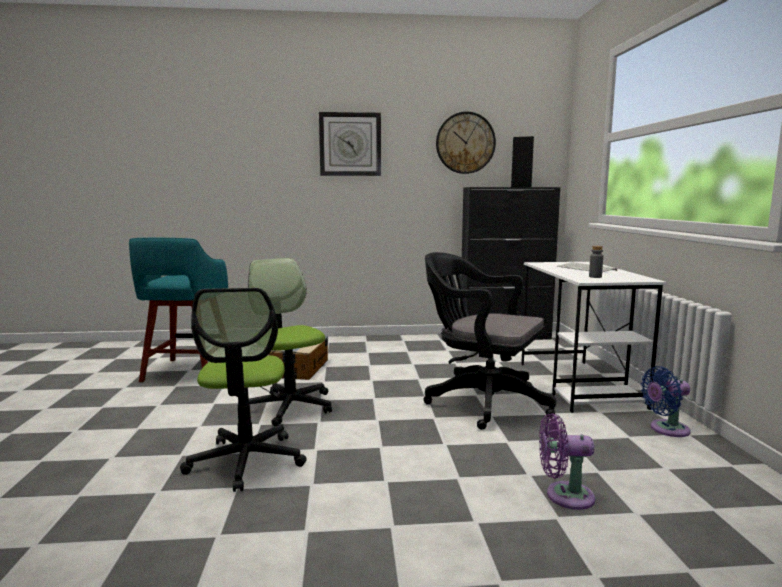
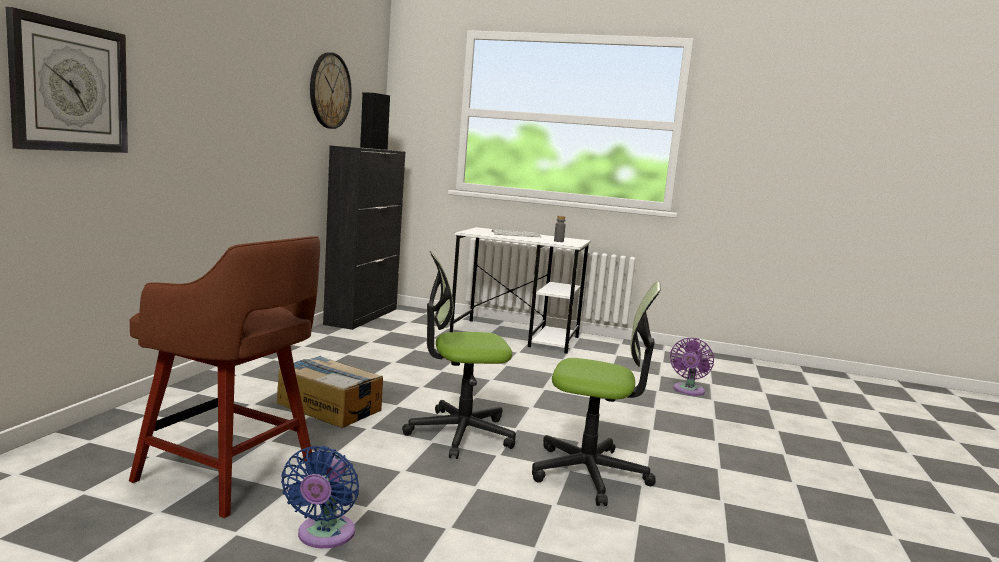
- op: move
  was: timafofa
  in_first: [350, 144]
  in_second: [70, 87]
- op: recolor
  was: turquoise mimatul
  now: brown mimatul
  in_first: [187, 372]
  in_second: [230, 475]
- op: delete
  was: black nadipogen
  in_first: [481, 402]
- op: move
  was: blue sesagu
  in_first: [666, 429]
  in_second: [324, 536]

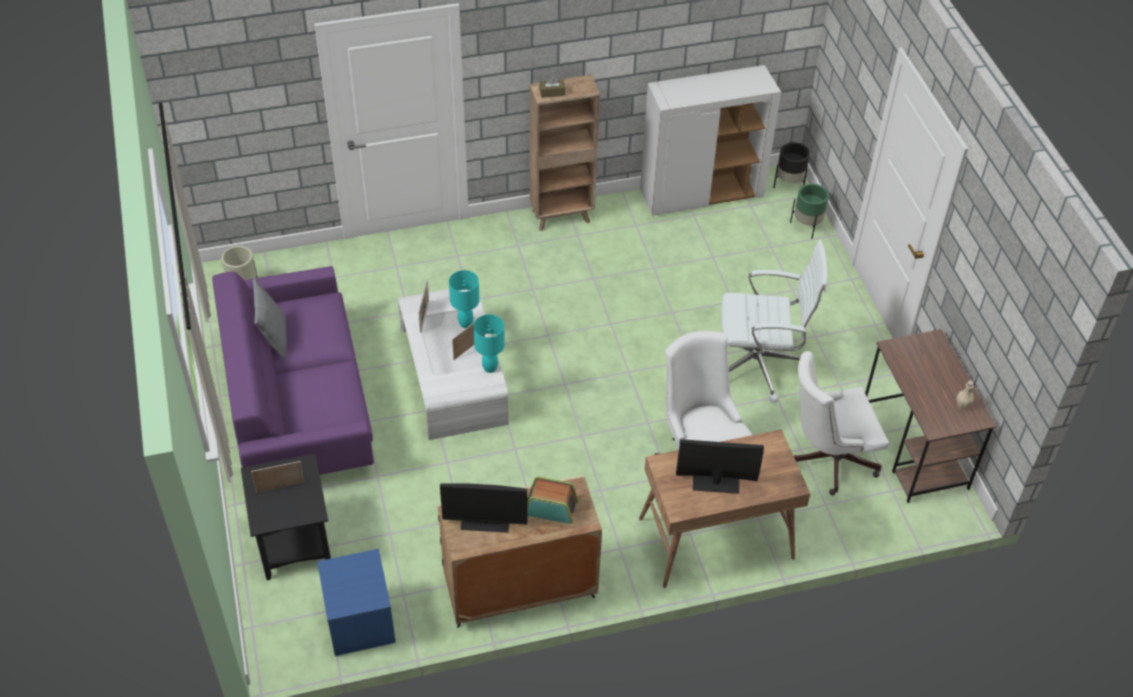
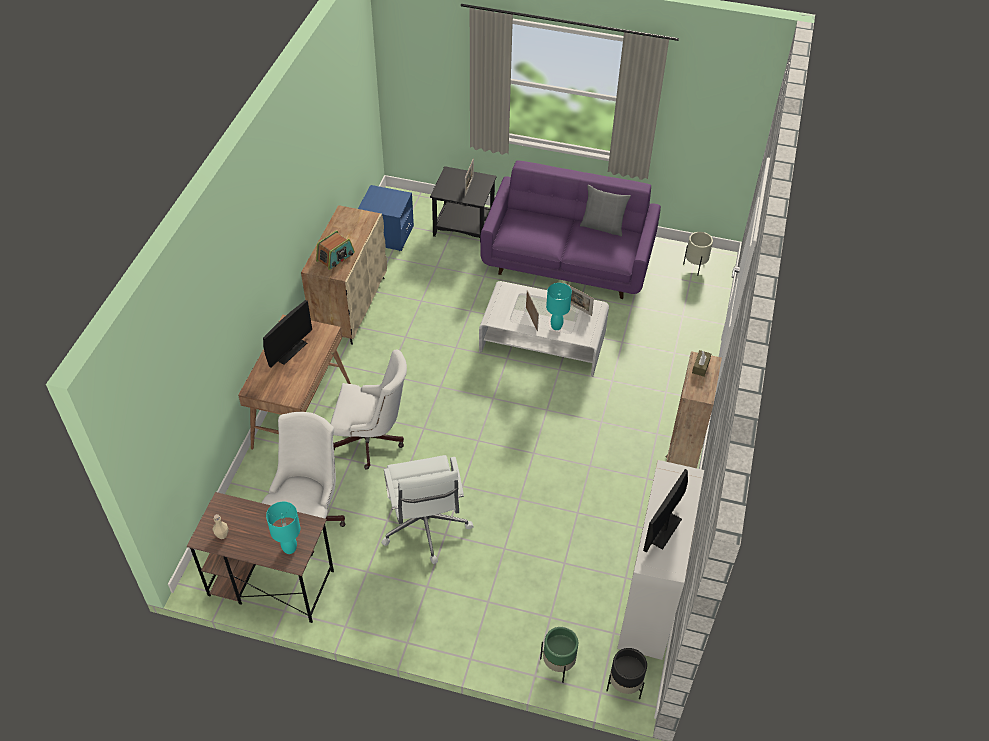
- op: rotate
  was: white nadipogen
  in_first: [759, 365]
  in_second: [425, 527]
  clockwise: -45
- op: move
  was: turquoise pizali
  in_first: [490, 368]
  in_second: [289, 548]
- op: move
  was: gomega
  in_first: [485, 522]
  in_second: [663, 529]

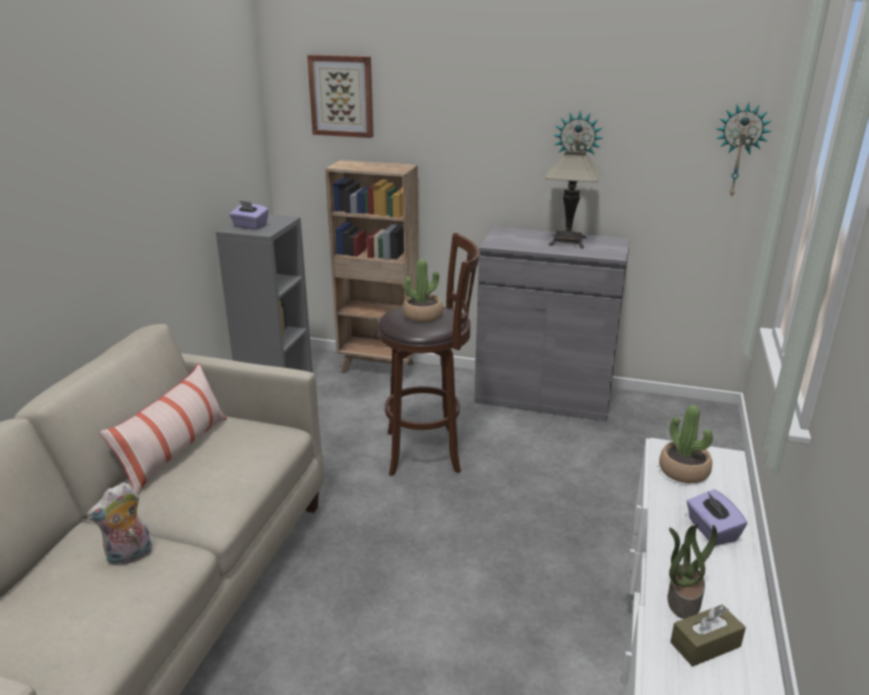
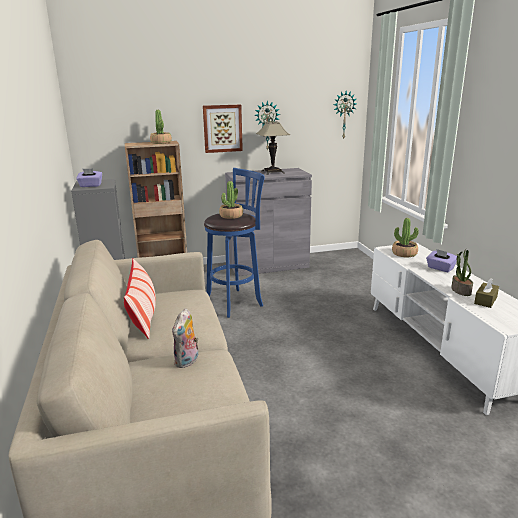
- op: move
  was: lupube
  in_first: [342, 96]
  in_second: [222, 128]
- op: recolor
  was: brown mimatul
  now: blue mimatul
  in_first: [428, 451]
  in_second: [236, 302]
- op: insert
  now: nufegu
  in_second: [161, 142]

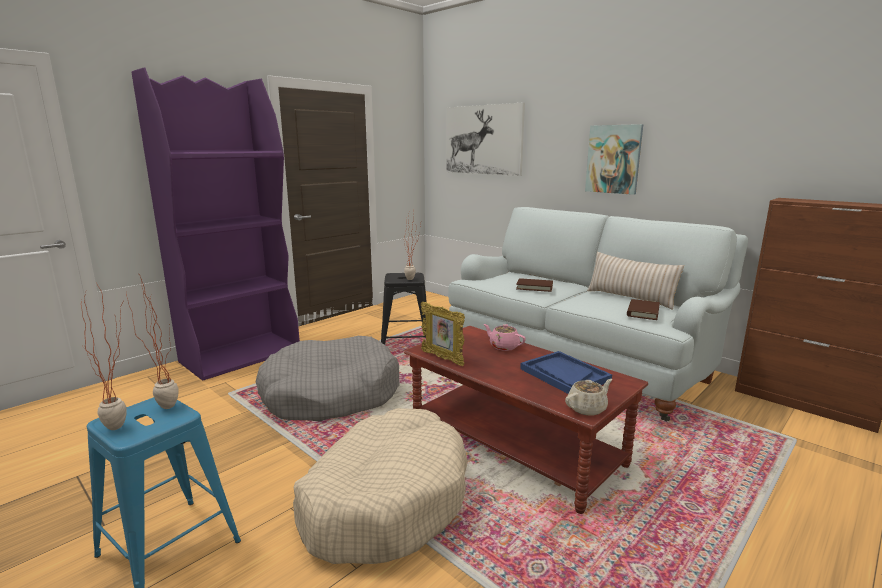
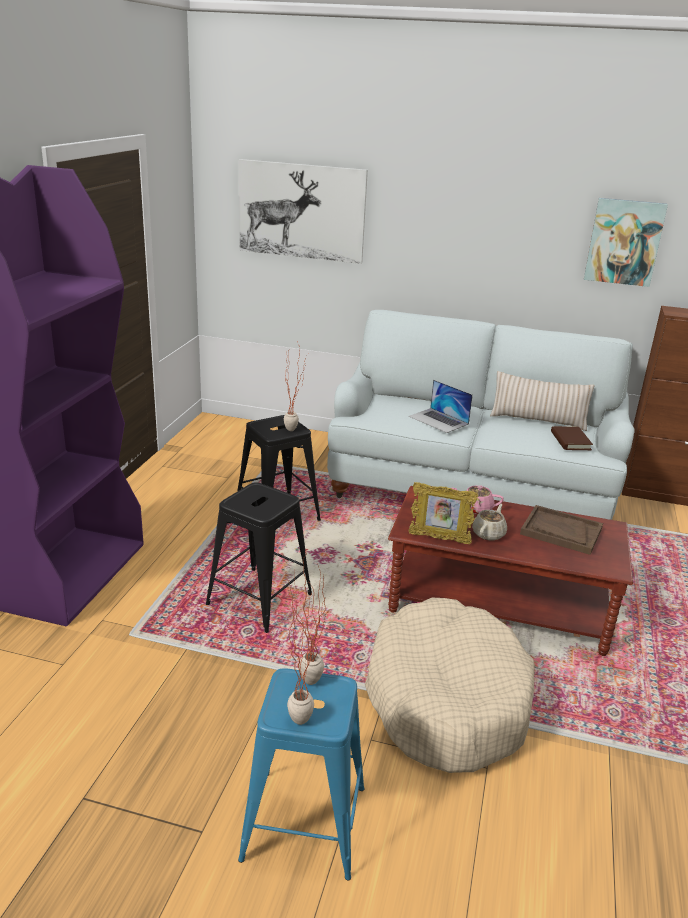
- op: move
  was: lupube
  in_first: [613, 159]
  in_second: [624, 242]
- op: replace
  was: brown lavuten
  now: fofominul
  in_first: [534, 287]
  in_second: [438, 420]
- op: replace
  was: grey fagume
  now: black mimatul
  in_first: [330, 394]
  in_second: [259, 600]
- op: recolor
  was: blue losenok
  now: brown losenok
  in_first: [564, 374]
  in_second: [561, 531]
- op: move
  was: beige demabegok
  in_first: [587, 408]
  in_second: [489, 533]

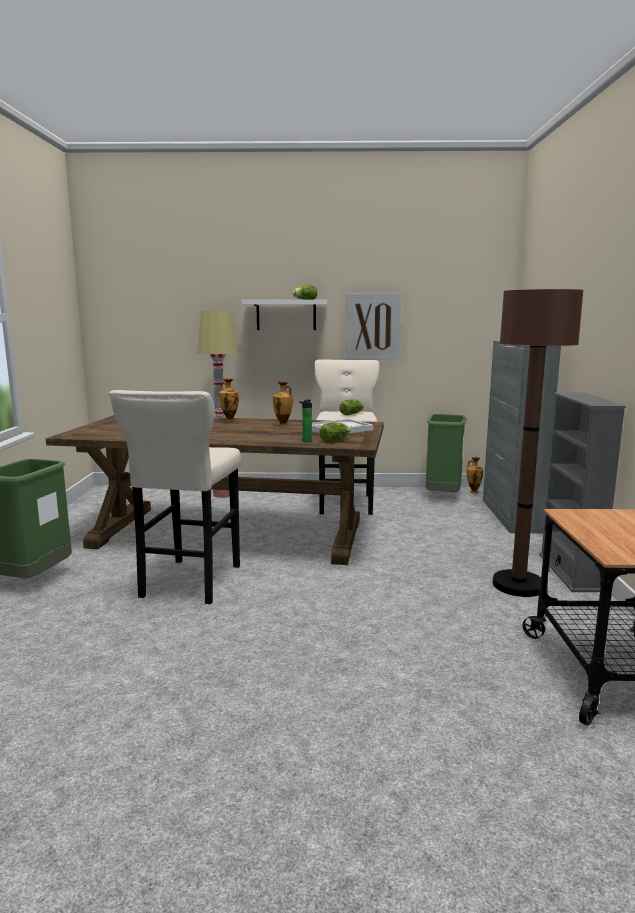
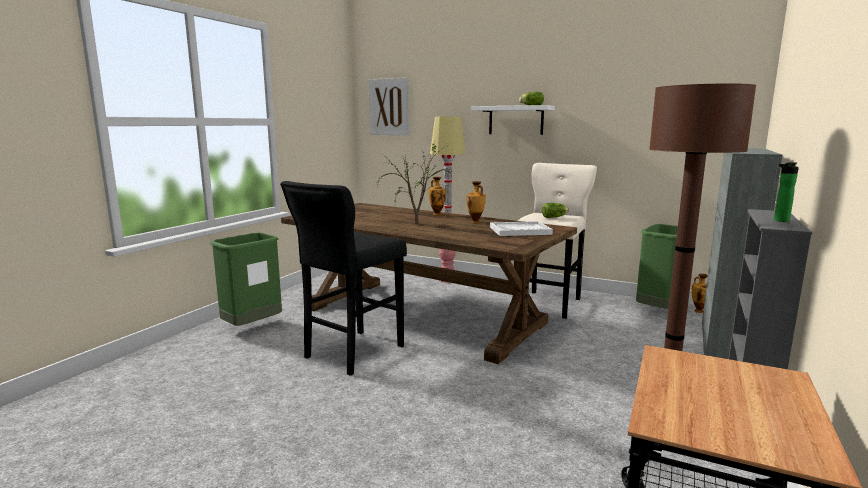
- op: move
  was: lupube
  in_first: [373, 326]
  in_second: [389, 107]
- op: recolor
  was: beige mimatul
  now: black mimatul
  in_first: [189, 583]
  in_second: [351, 353]
- op: move
  was: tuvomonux
  in_first: [306, 441]
  in_second: [780, 221]
- op: delete
  was: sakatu
  in_first: [336, 440]
- op: insert
  now: nufegu
  in_second: [417, 223]

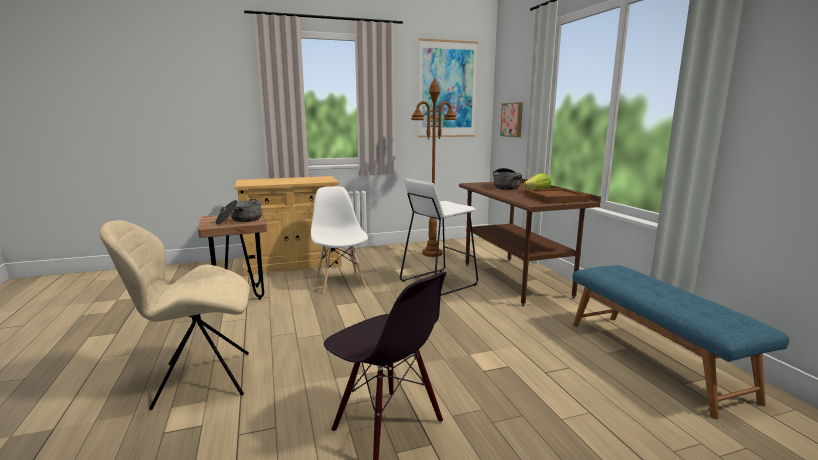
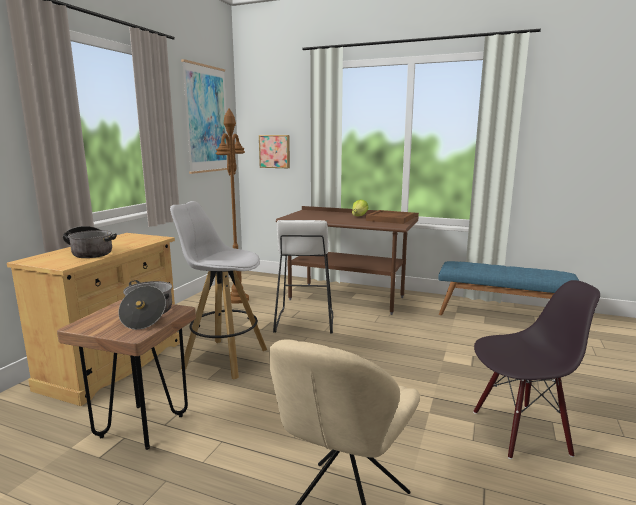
- op: move
  was: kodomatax
  in_first: [506, 187]
  in_second: [90, 252]
- op: replace
  was: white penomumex
  now: white mimatul
  in_first: [340, 283]
  in_second: [224, 358]

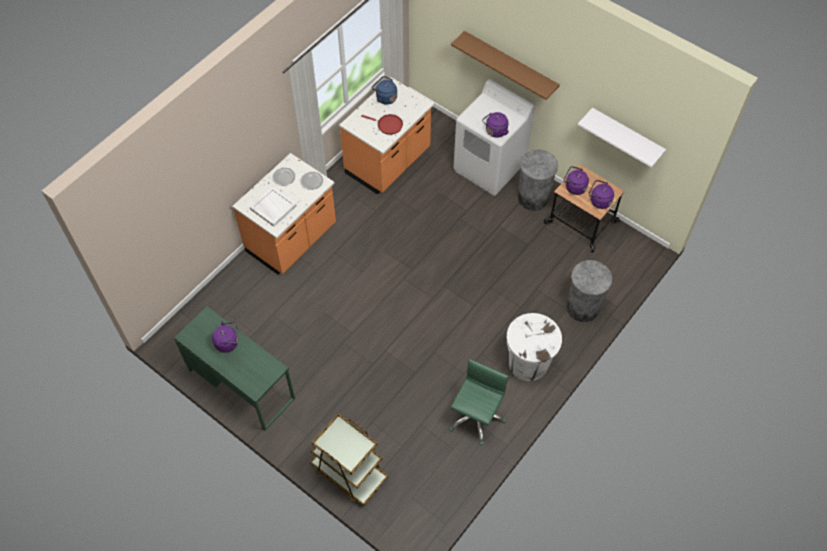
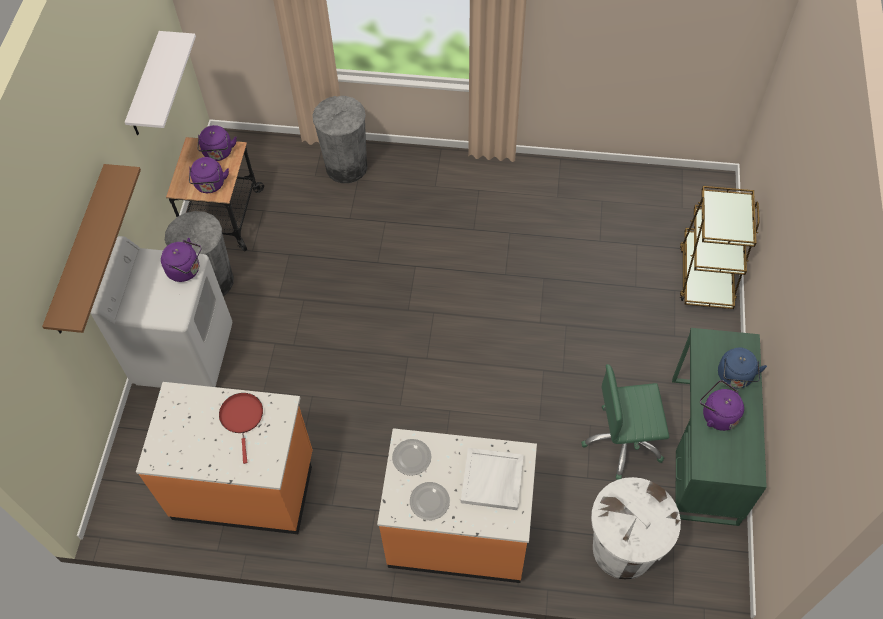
- op: move
  was: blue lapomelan
  in_first: [385, 97]
  in_second: [735, 377]
- op: move
  was: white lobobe
  in_first: [528, 363]
  in_second: [623, 549]
- op: move
  was: green nadipogen
  in_first: [475, 417]
  in_second: [623, 441]

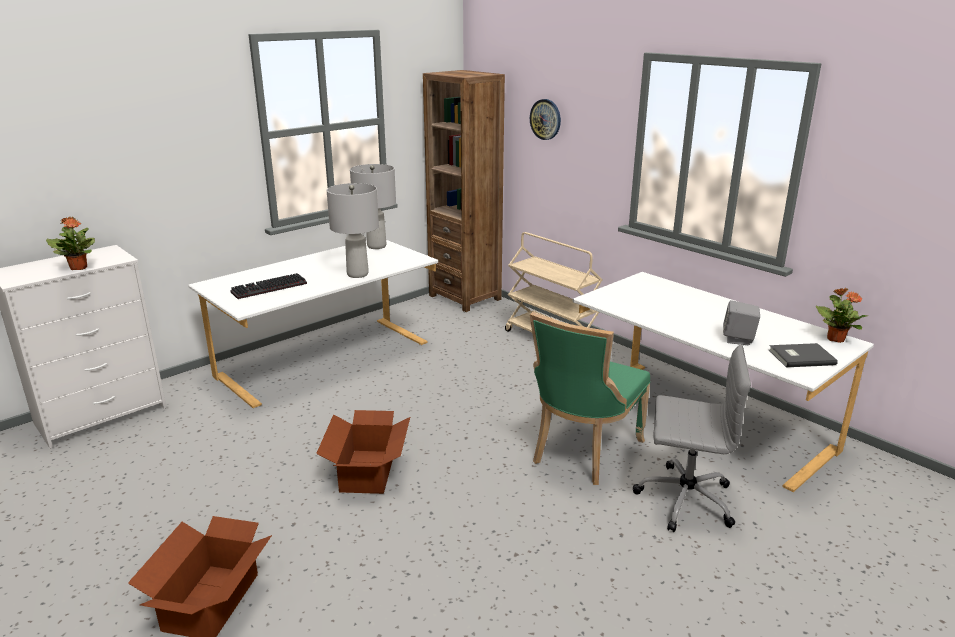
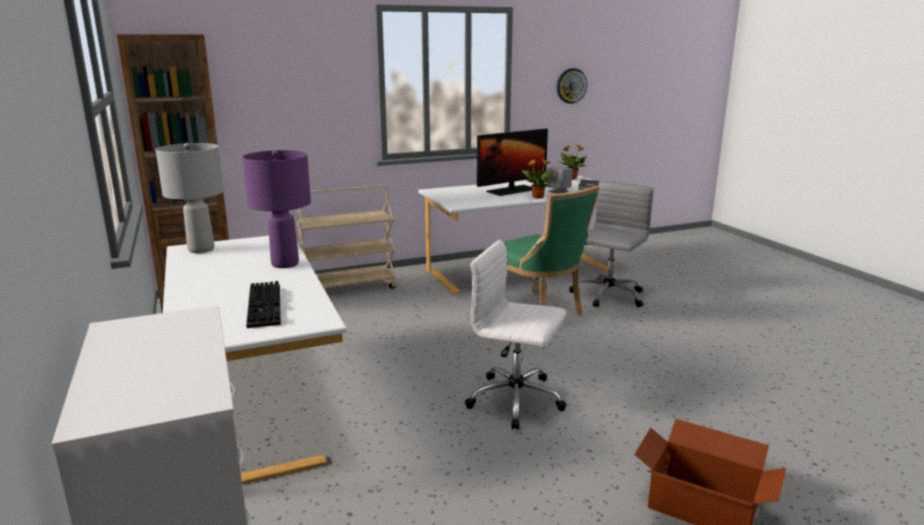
- op: move
  was: timafofa
  in_first: [545, 119]
  in_second: [571, 86]
- op: recolor
  was: grey pizali
  now: purple pizali
  in_first: [358, 274]
  in_second: [285, 264]
- op: move
  was: nufegu
  in_first: [79, 267]
  in_second: [537, 197]
- op: replace
  was: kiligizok
  now: white nadipogen
  in_first: [369, 471]
  in_second: [517, 400]
- op: insert
  now: gomega
  in_second: [512, 190]

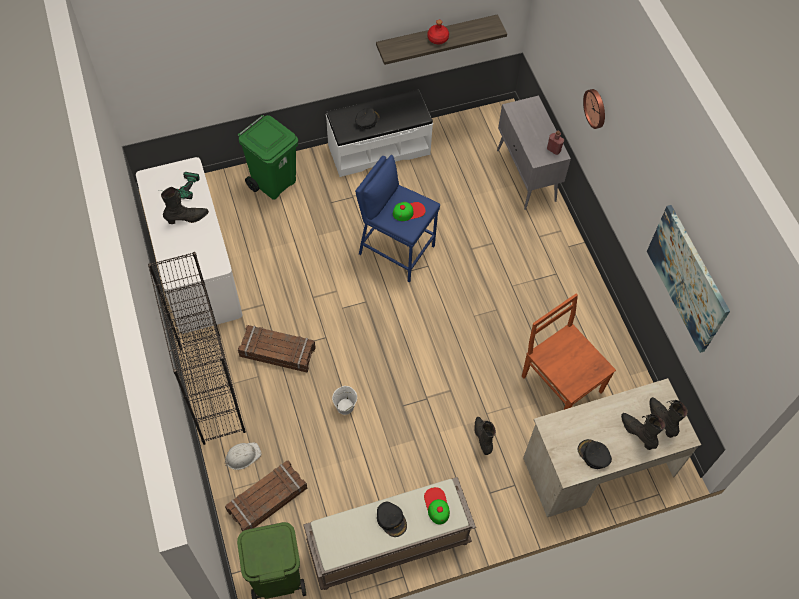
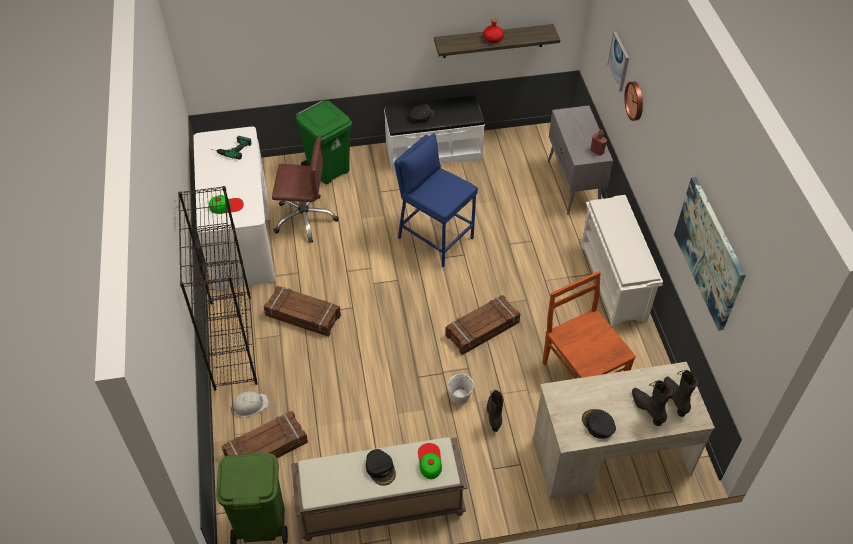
- op: delete
  was: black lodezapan
  in_first: [187, 218]
- op: move
  was: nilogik
  in_first: [409, 211]
  in_second: [226, 206]
- op: move
  was: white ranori
  in_first: [345, 407]
  in_second: [460, 397]
- op: insert
  now: lupube
  in_second: [619, 61]
- op: insert
  now: brown nadipogen
  in_second: [305, 218]
- op: insert
  now: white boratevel
  in_second: [614, 283]
- op: insert
  now: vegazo
  in_second: [482, 329]

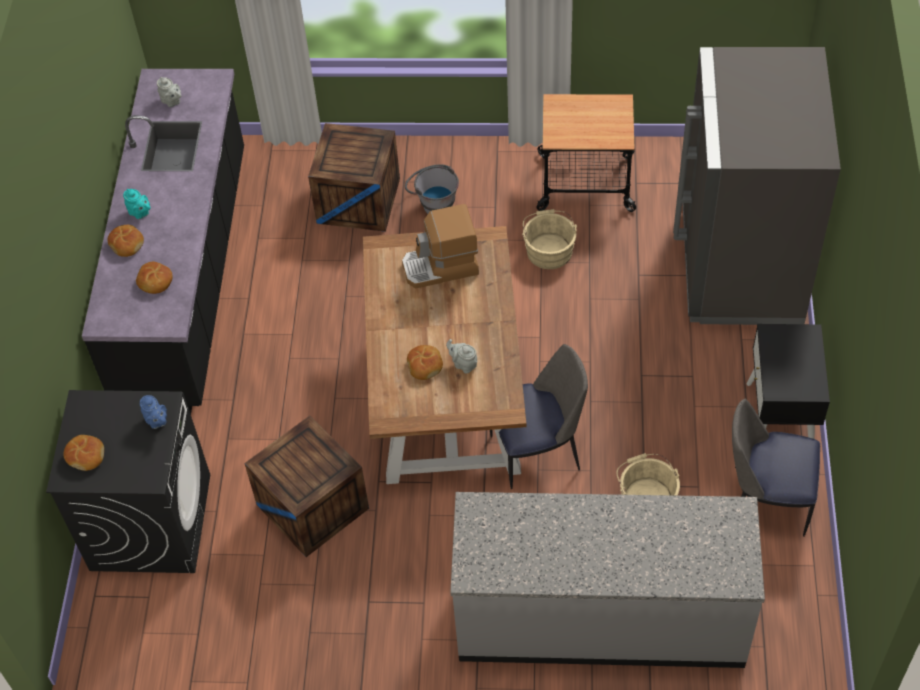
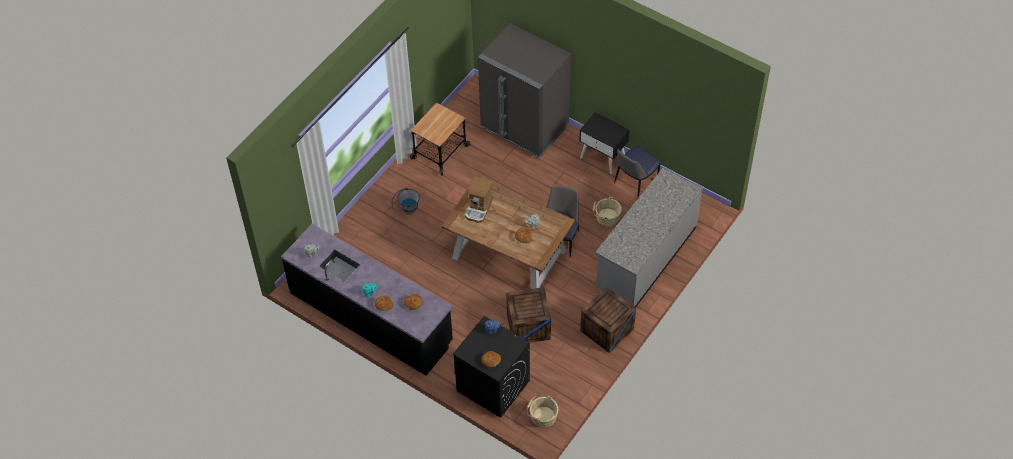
- op: move
  was: vegazo
  in_first: [358, 200]
  in_second: [607, 330]
- op: move
  was: beige ranori
  in_first: [549, 249]
  in_second: [542, 416]

